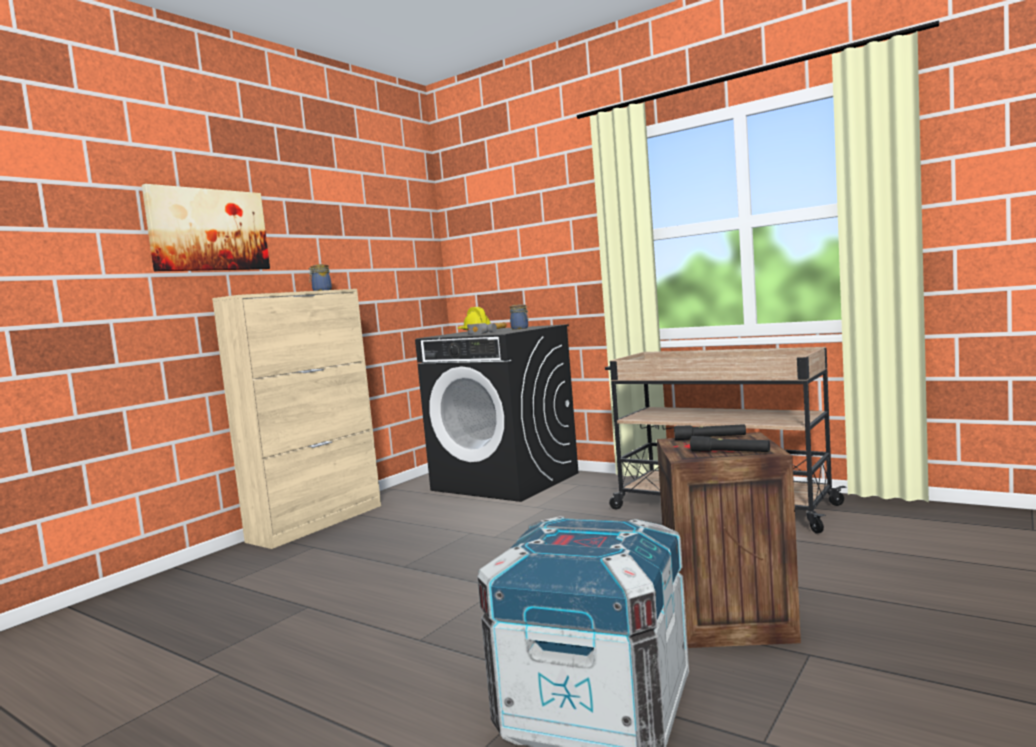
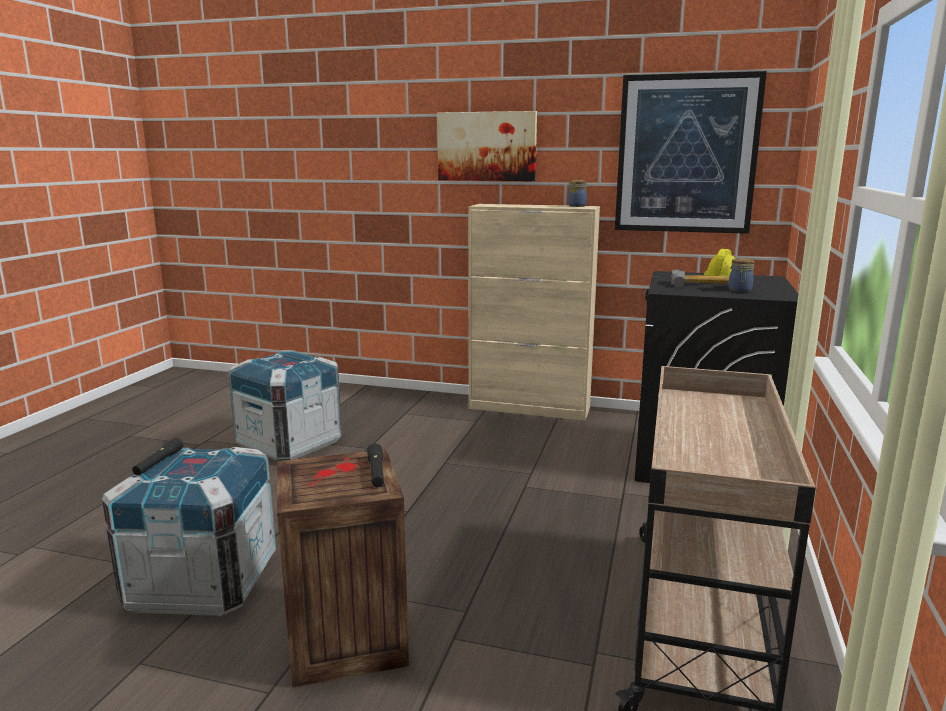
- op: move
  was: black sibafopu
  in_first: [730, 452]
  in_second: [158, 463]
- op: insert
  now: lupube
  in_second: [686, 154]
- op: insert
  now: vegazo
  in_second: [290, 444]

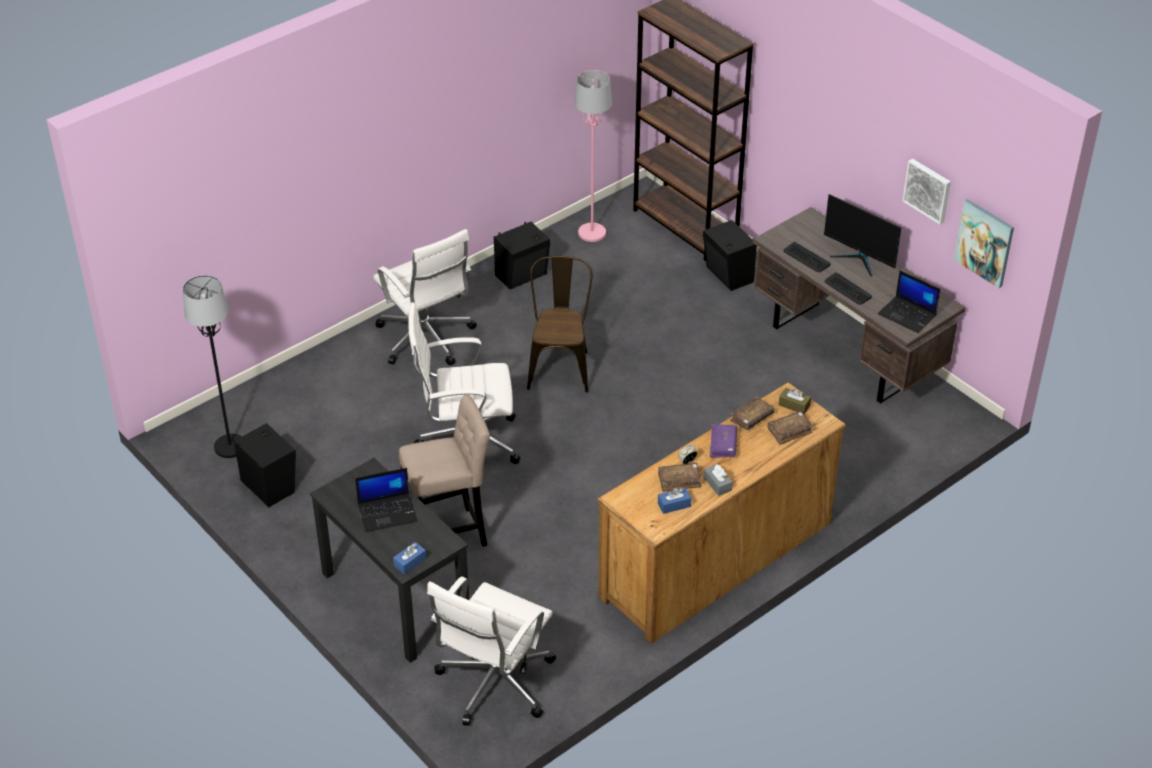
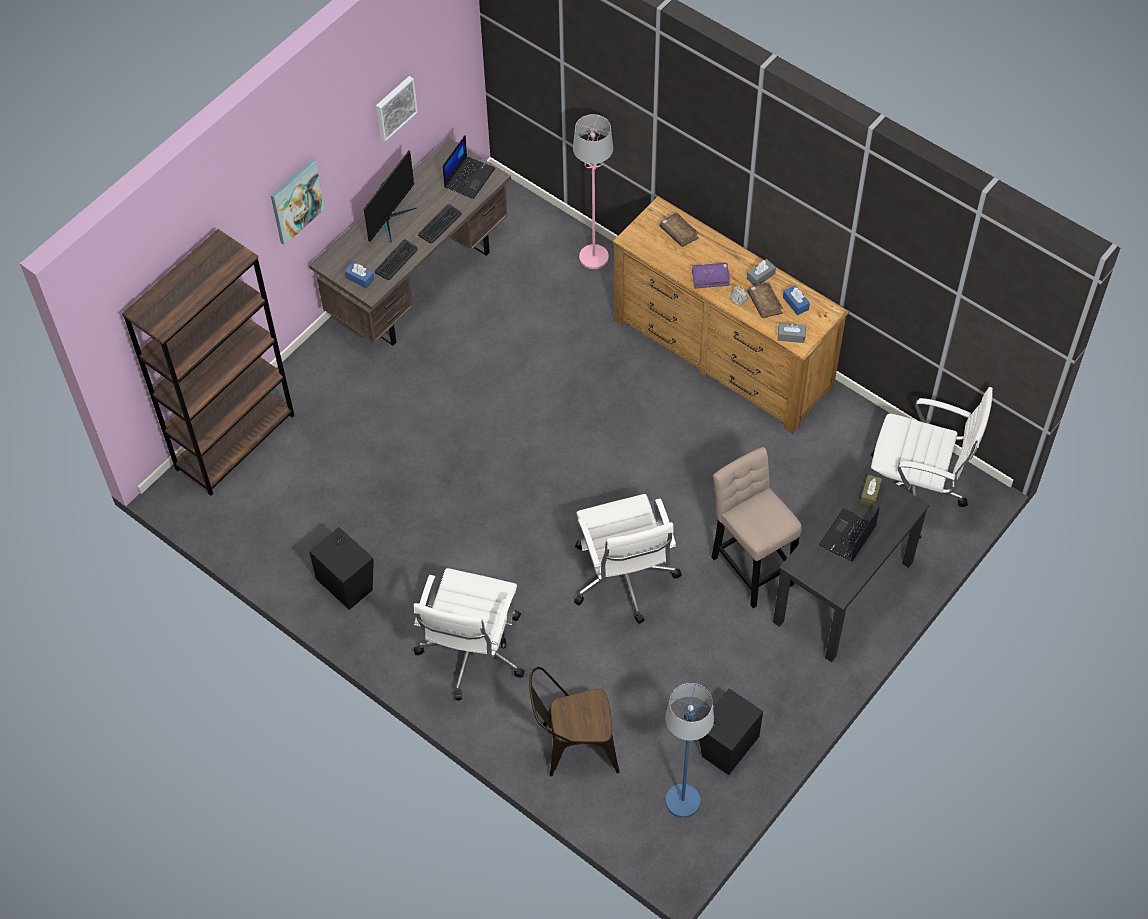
- op: move
  was: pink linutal
  in_first: [592, 233]
  in_second: [594, 257]
- op: move
  was: lupube
  in_first: [984, 242]
  in_second: [296, 201]
- op: delete
  was: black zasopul
  in_first: [728, 276]
- op: rotate
  was: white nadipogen
  in_first: [426, 339]
  in_second: [471, 653]
  clockwise: 150
- op: move
  was: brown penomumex
  in_first: [560, 366]
  in_second: [573, 746]
- op: recolor
  was: black linutal
  now: blue linutal
  in_first: [230, 446]
  in_second: [682, 801]
- op: move
  was: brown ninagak
  in_first: [794, 405]
  in_second: [870, 493]
- op: delete
  was: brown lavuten
  in_first: [751, 418]
- op: rotate
  was: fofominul
  in_first: [388, 512]
  in_second: [848, 537]
  clockwise: -120
- op: move
  was: blue ninagak
  in_first: [410, 562]
  in_second: [360, 278]
- op: insert
  now: grey ninagak
  in_second: [791, 336]

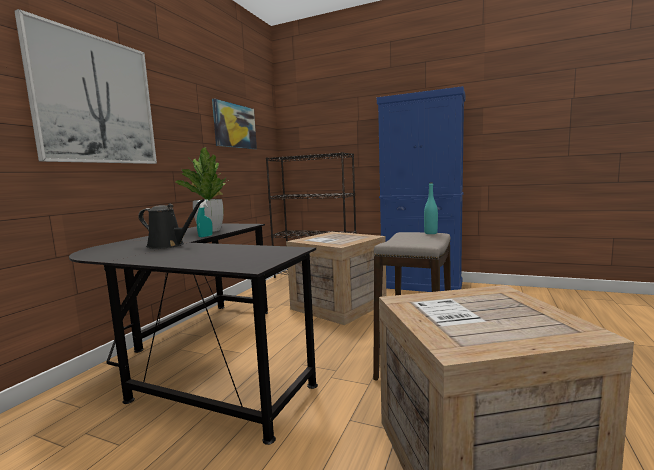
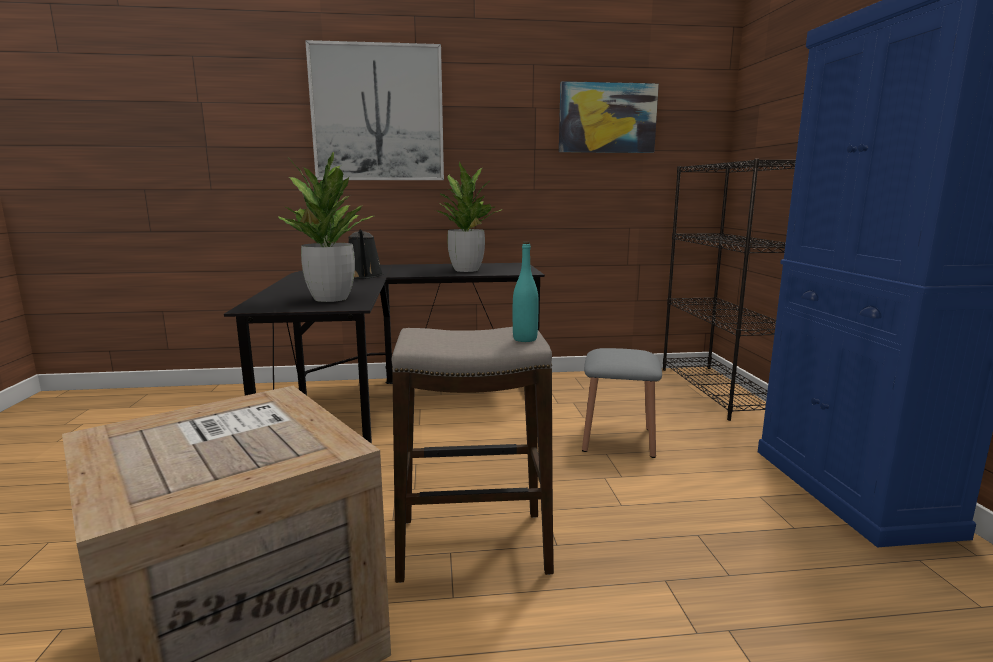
- op: delete
  was: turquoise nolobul
  in_first: [205, 236]
- op: replace
  was: vegazo
  now: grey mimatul
  in_first: [339, 306]
  in_second: [618, 439]
- op: insert
  now: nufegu
  in_second: [330, 299]

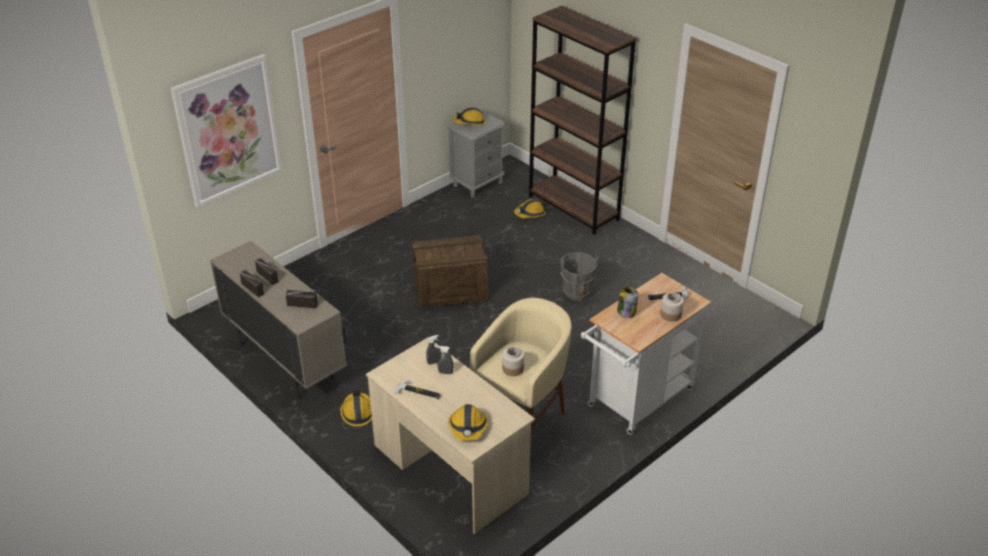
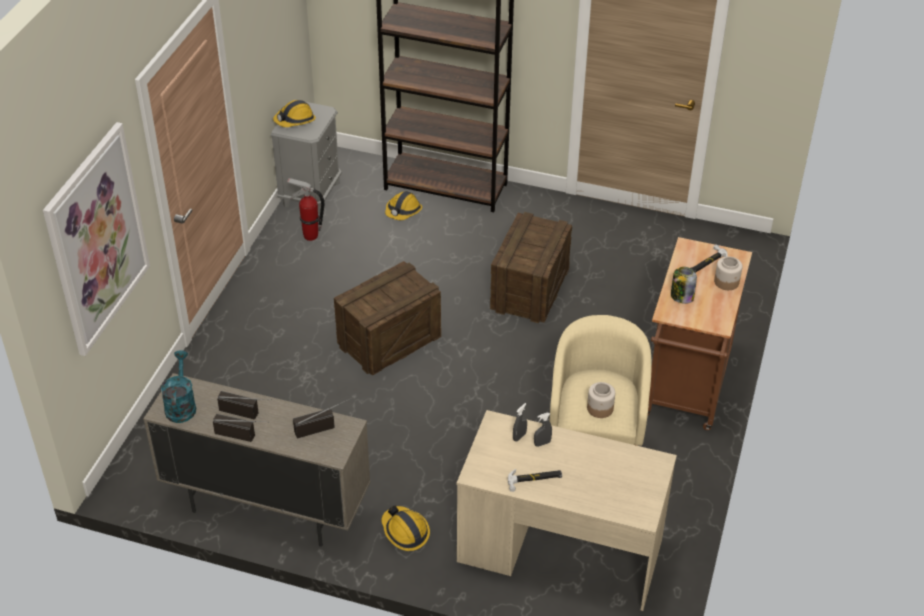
- op: replace
  was: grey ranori
  now: vegazo
  in_first: [576, 292]
  in_second: [529, 289]
- op: recolor
  was: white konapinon
  now: brown konapinon
  in_first: [636, 401]
  in_second: [686, 391]
- op: delete
  was: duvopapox
  in_first: [468, 427]
- op: insert
  now: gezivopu
  in_second: [310, 236]
- op: insert
  now: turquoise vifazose
  in_second: [181, 405]

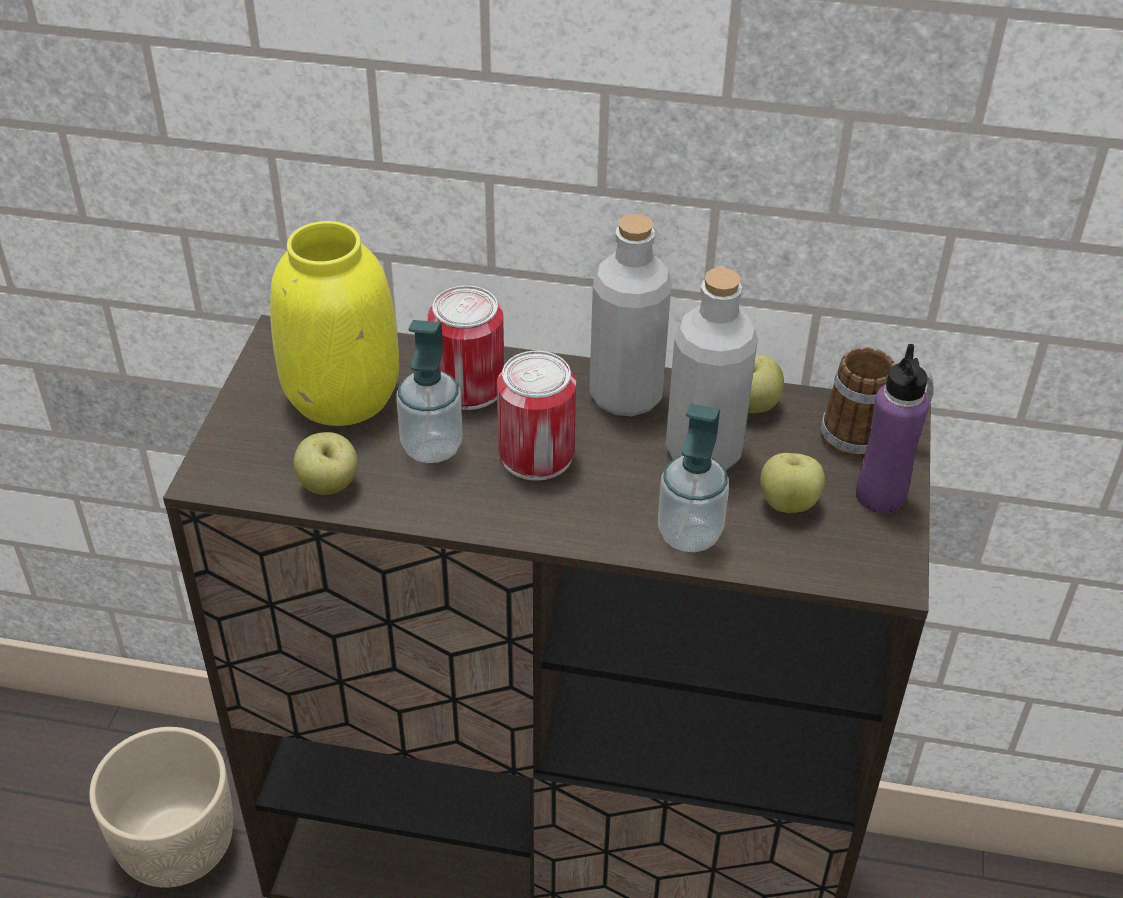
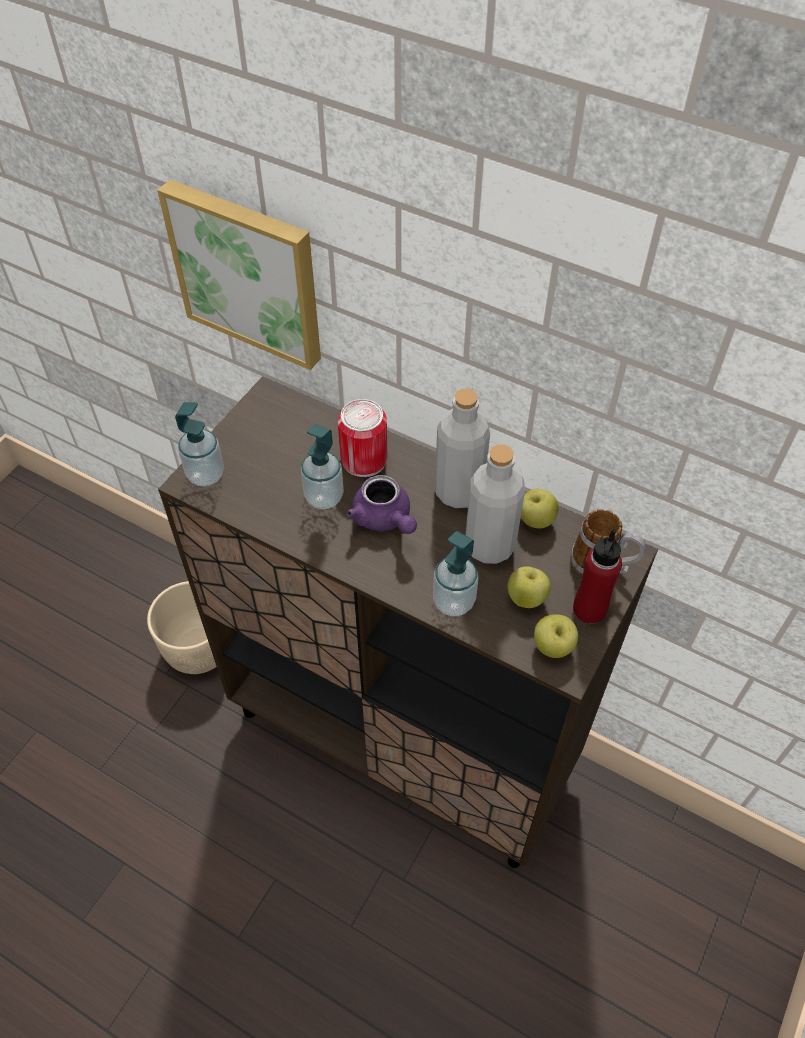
- op: delete
  was: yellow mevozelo
  in_first: [344, 395]
- op: recolor
  was: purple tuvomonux
  now: red tuvomonux
  in_first: [880, 496]
  in_second: [589, 609]
- op: replace
  was: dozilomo
  now: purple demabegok
  in_first: [536, 455]
  in_second: [384, 519]
- op: move
  was: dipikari
  in_first: [329, 486]
  in_second: [553, 647]
- op: insert
  now: lupube
  in_second: [248, 272]
- op: insert
  now: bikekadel
  in_second: [205, 474]

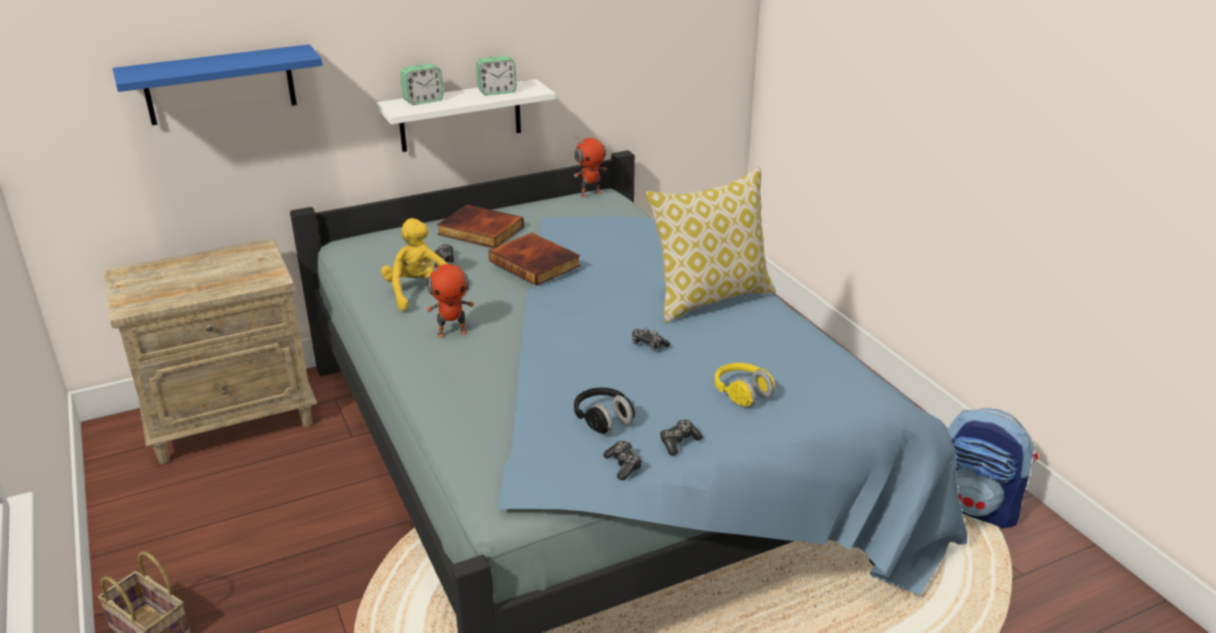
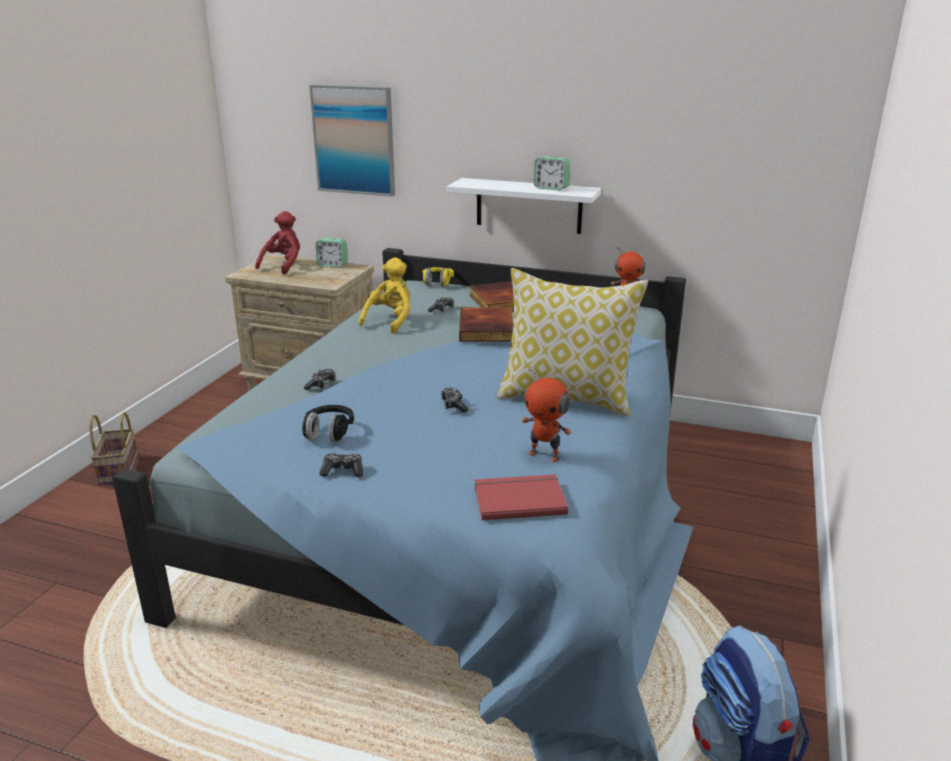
- op: replace
  was: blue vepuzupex
  now: lupube
  in_first: [220, 85]
  in_second: [354, 140]
- op: move
  was: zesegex
  in_first: [423, 101]
  in_second: [332, 265]
- op: move
  was: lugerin
  in_first: [452, 332]
  in_second: [545, 455]
- op: move
  was: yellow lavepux
  in_first: [742, 394]
  in_second: [437, 283]
- op: move
  was: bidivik
  in_first: [623, 465]
  in_second: [321, 385]
- op: insert
  now: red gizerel
  in_second: [283, 265]
- op: insert
  now: red lavuten
  in_second: [518, 499]

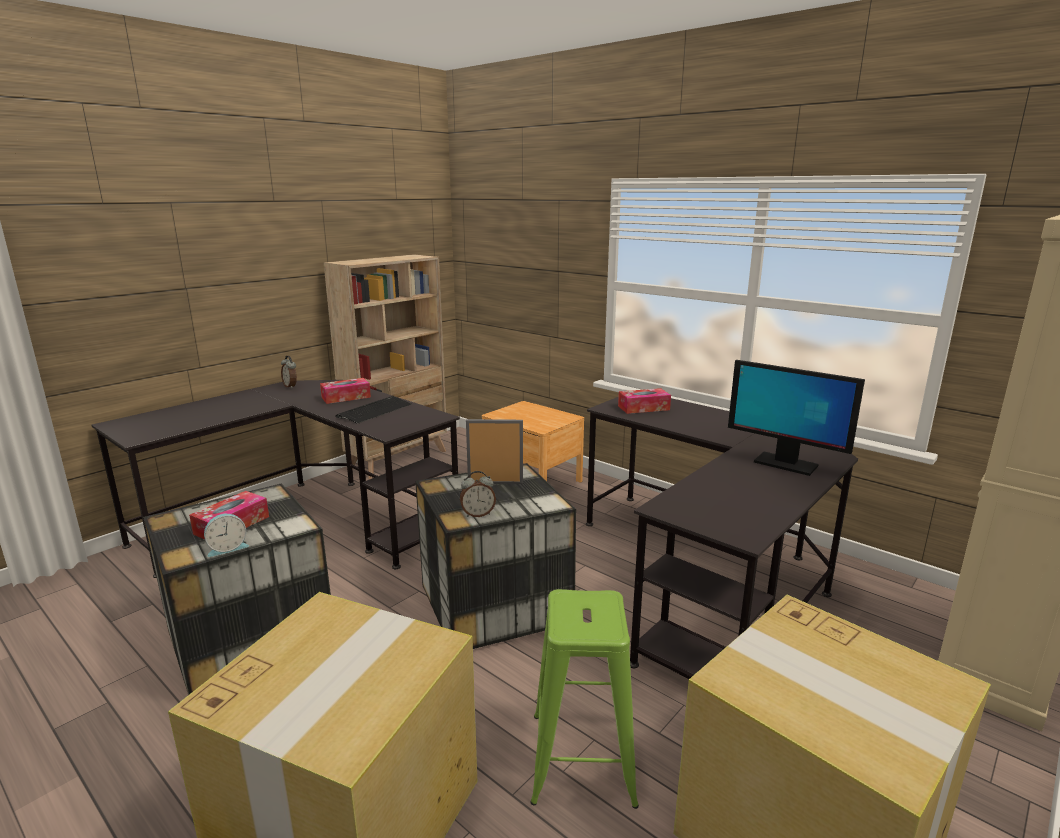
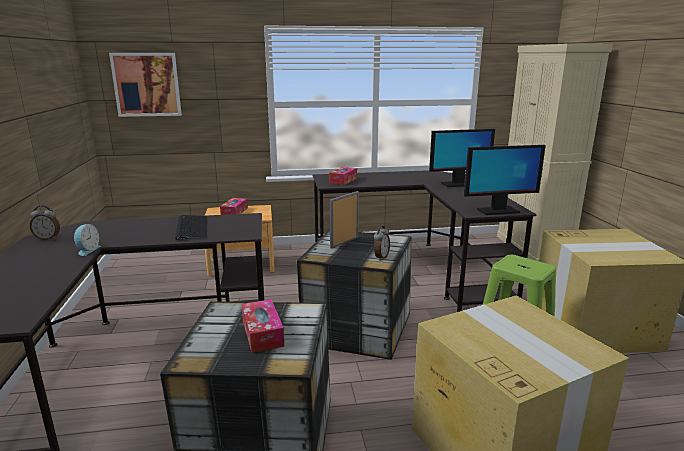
- op: delete
  was: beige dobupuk
  in_first: [399, 459]
- op: move
  was: ninagak
  in_first: [346, 397]
  in_second: [234, 212]
- op: move
  was: zesegex
  in_first: [227, 548]
  in_second: [87, 250]
- op: insert
  now: lupube
  in_second: [147, 84]
- op: insert
  now: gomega
  in_second: [497, 211]

